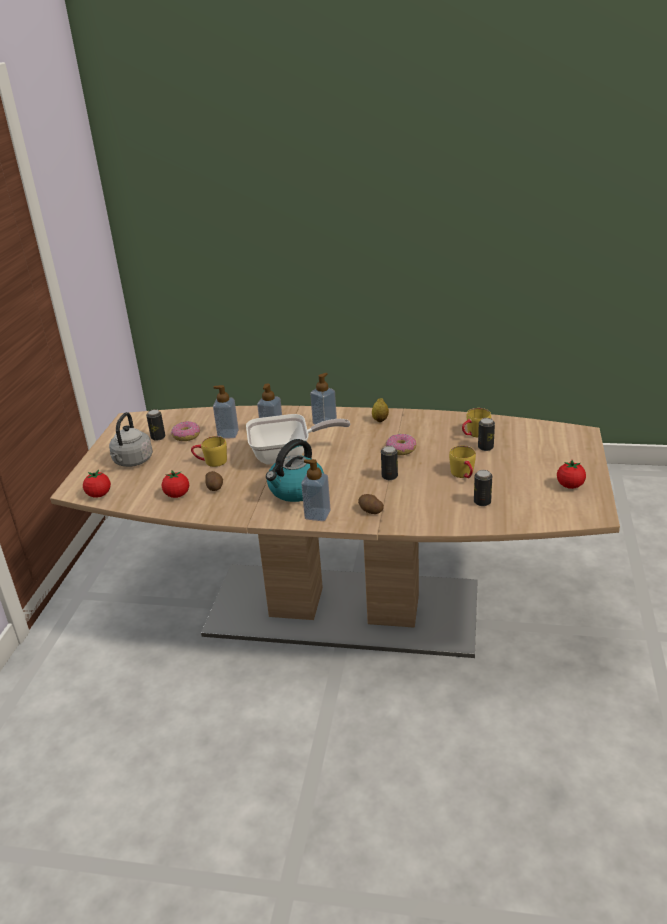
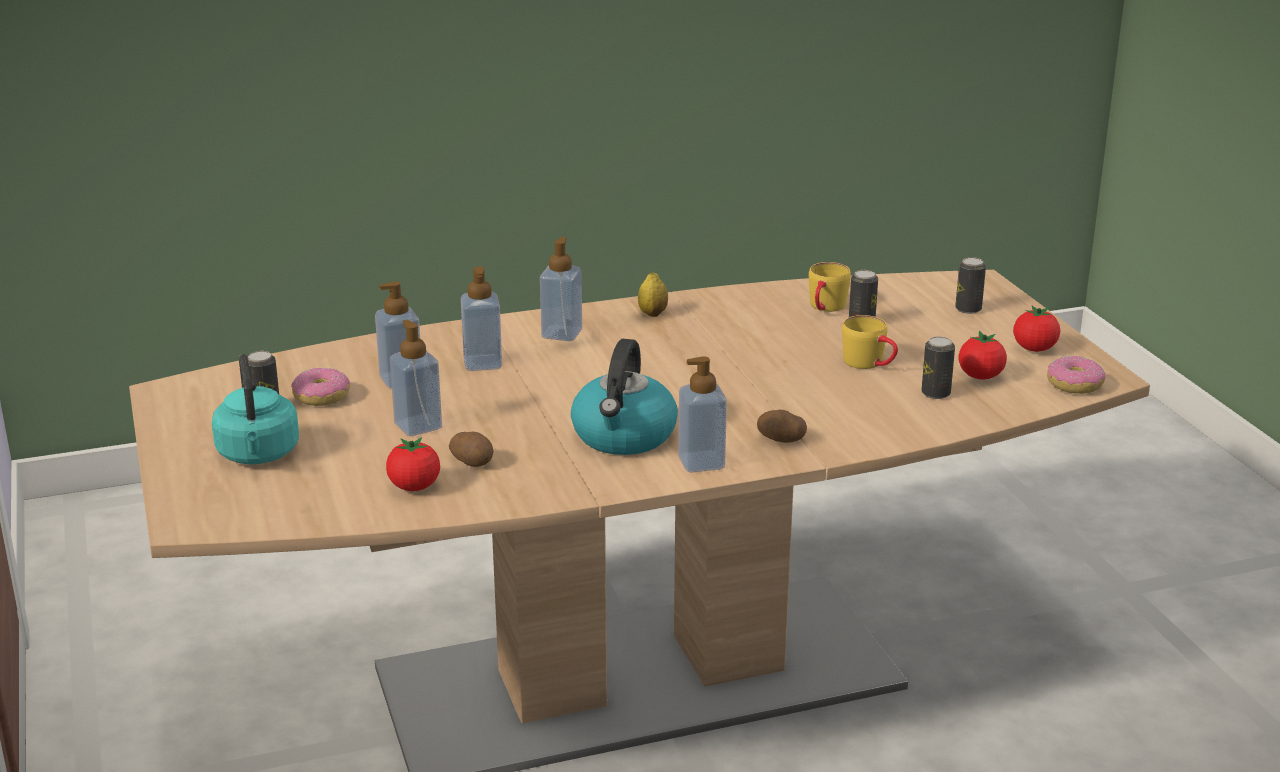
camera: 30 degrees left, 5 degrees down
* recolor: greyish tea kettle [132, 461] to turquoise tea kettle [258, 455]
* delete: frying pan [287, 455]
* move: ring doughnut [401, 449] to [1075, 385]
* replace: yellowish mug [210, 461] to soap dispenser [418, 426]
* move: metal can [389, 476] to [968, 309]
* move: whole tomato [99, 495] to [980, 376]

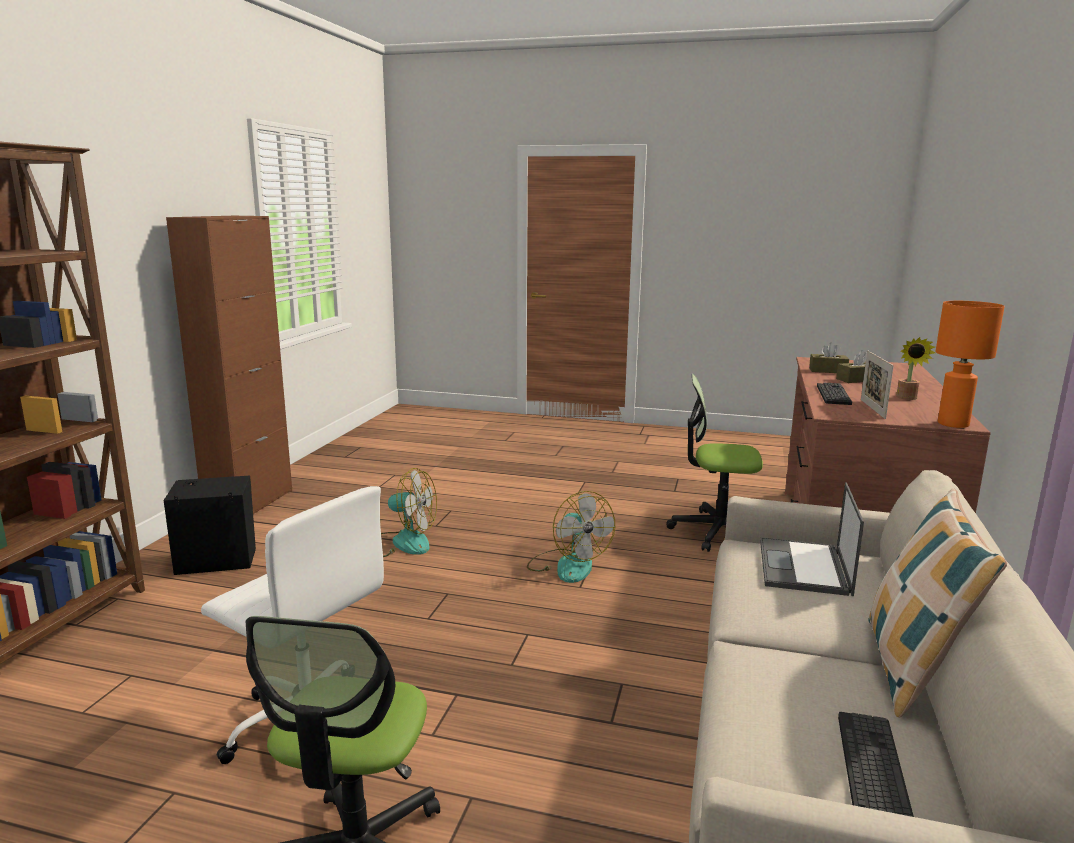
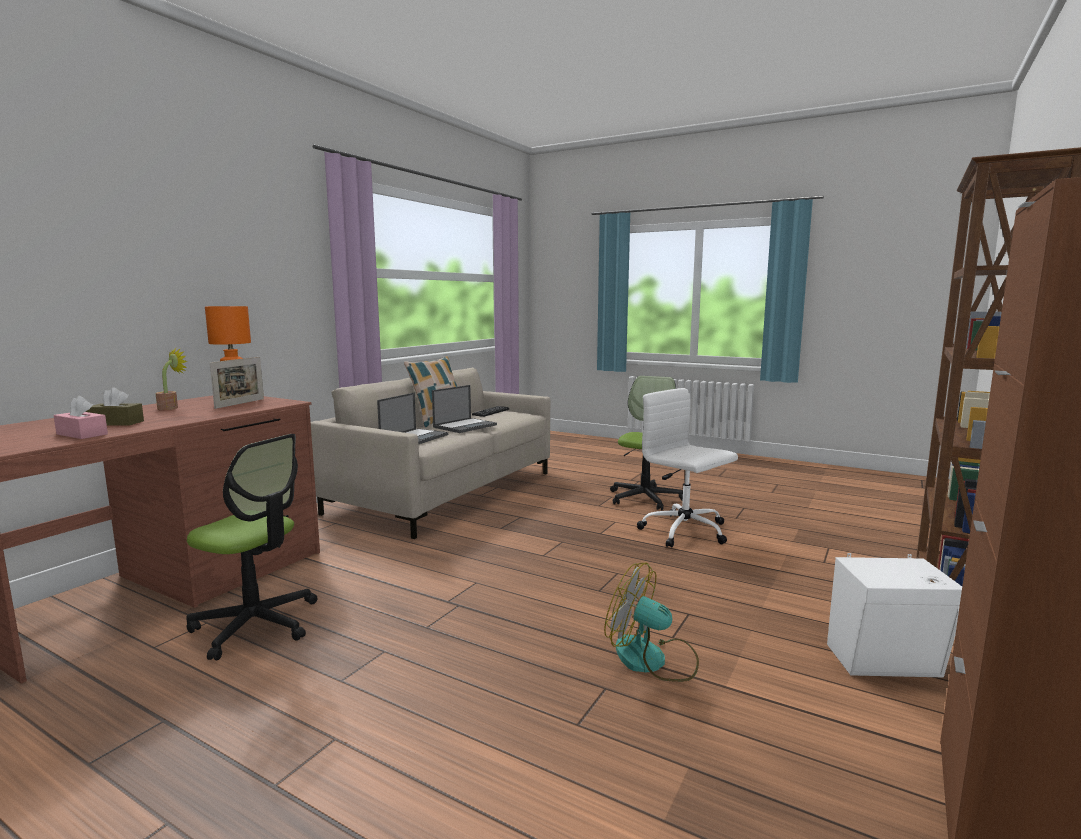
camera: 165 degrees left, 5 degrees down
* recolor: brown-coloured tissue box [828, 371] to pink-coloured tissue box [82, 434]
* delete: computer keyboard [833, 394]
* recolor: black loudspeaker [215, 560] to white-coloured loudspeaker [887, 663]
* delete: electric fan [568, 565]
* insert: notebook computer [465, 426]

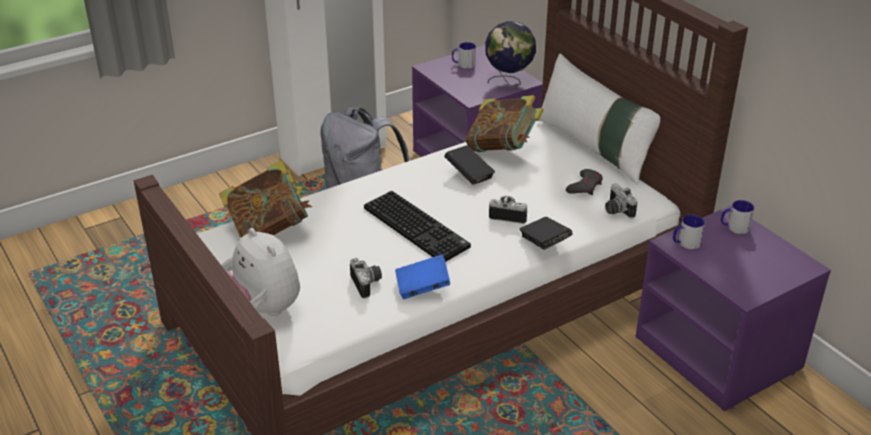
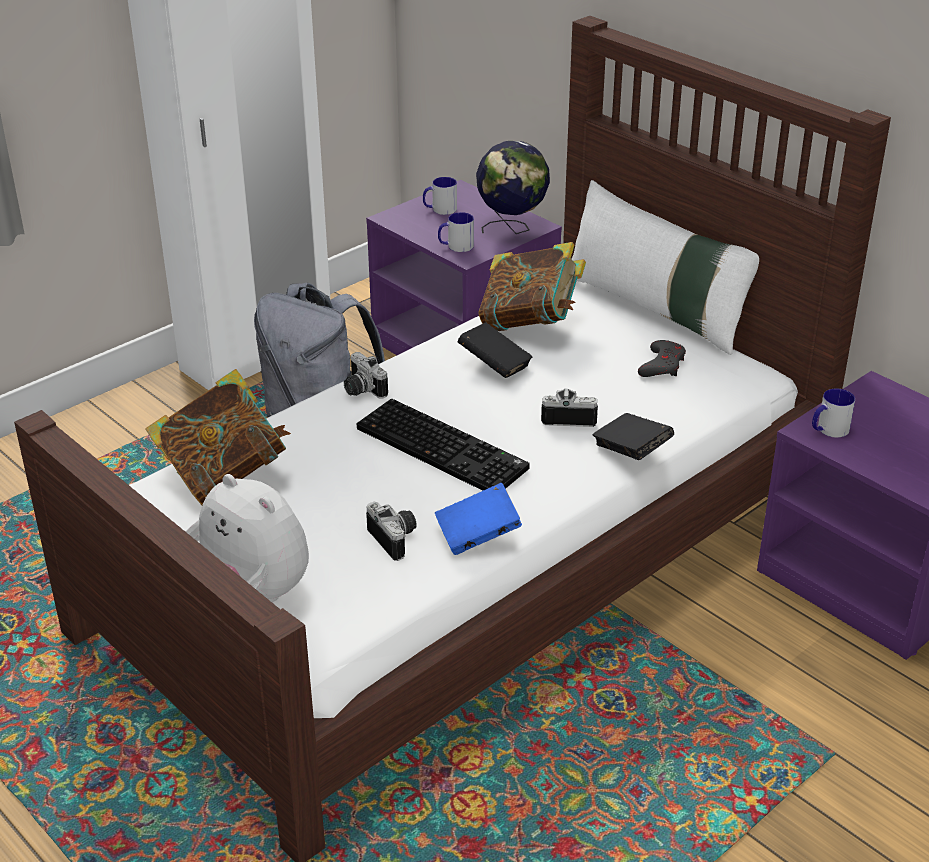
camera: 10 degrees left, 0 degrees up
* move: photo camera [616, 210] to [361, 390]
* move: mug [734, 227] to [455, 246]

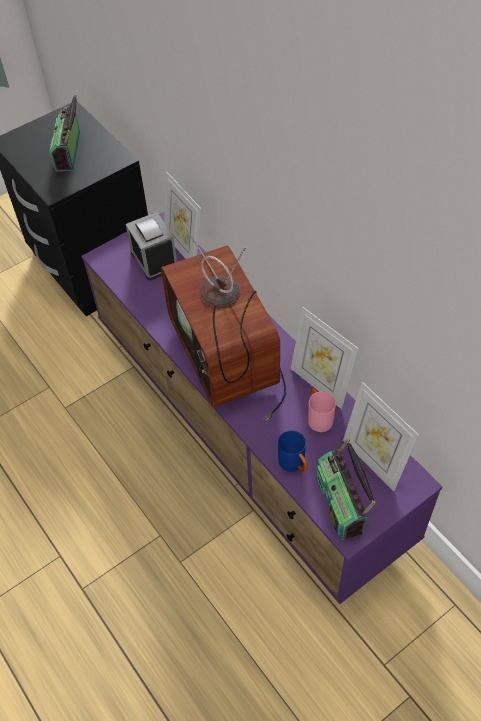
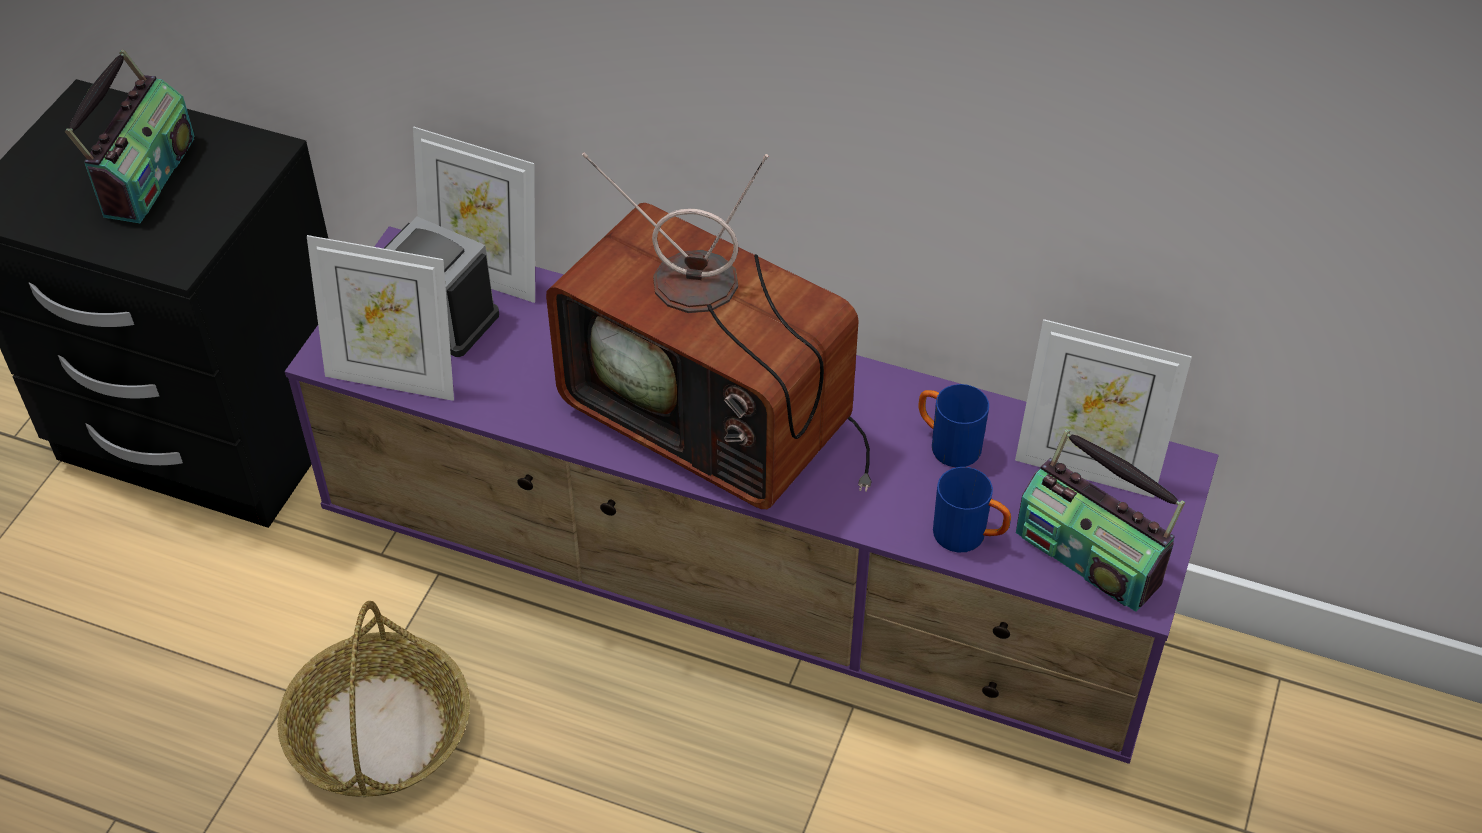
camera: 35 degrees left, 5 degrees down
* rotate: radio set [70, 151] = [146, 175] 135 degrees counterclockwise
* move: picture frame [320, 384] to [394, 378]
* recolor: pink-coloured mug [318, 417] to bluish mug [947, 444]
* insert: household basket [380, 733]

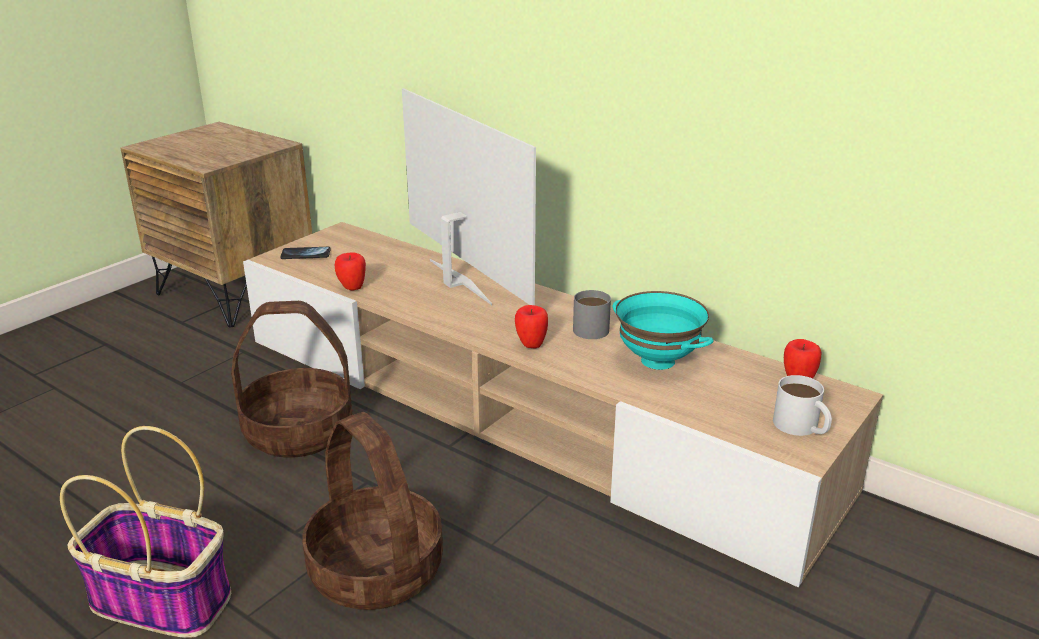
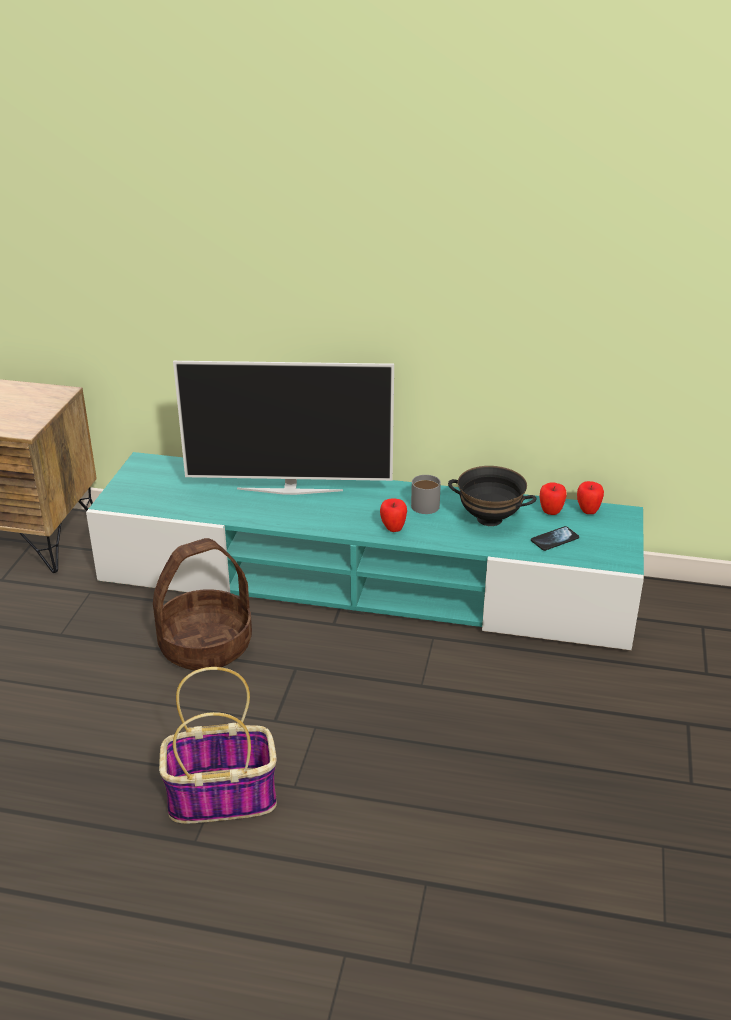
camera: 25 degrees left, 5 degrees up
* rotate: TV [457, 282] = [290, 489] 150 degrees clockwise
* recolor: sand-coloured tv unit [521, 413] to turquoise tv unit [366, 582]
* move: handset [306, 254] to [554, 539]
* move: whole apple [352, 288] to [551, 512]
* recolor: turquoise bowl [657, 361] to black bowl [489, 519]
* delete: white-coloured mug [802, 427]
* delete: household basket [377, 570]

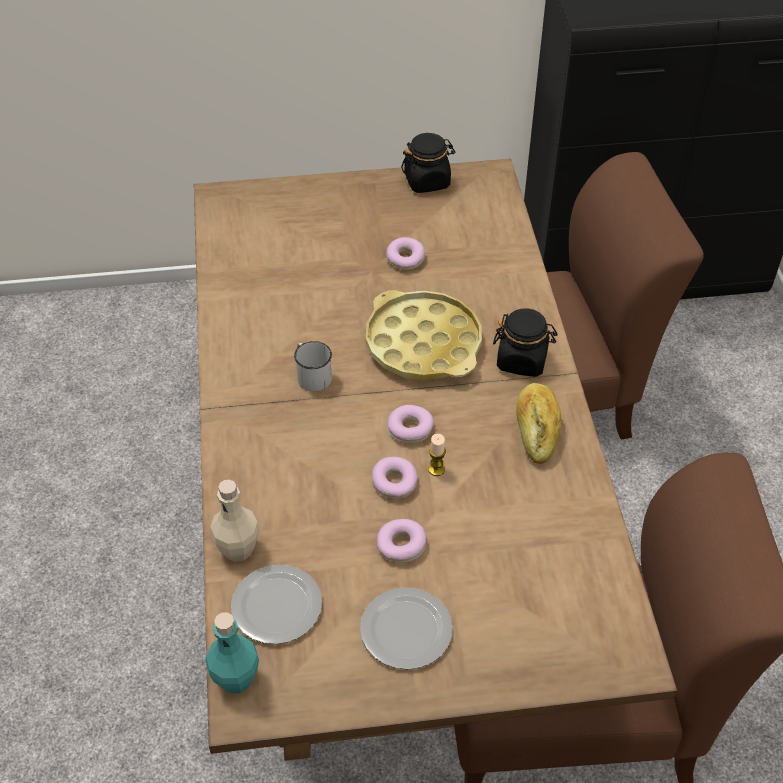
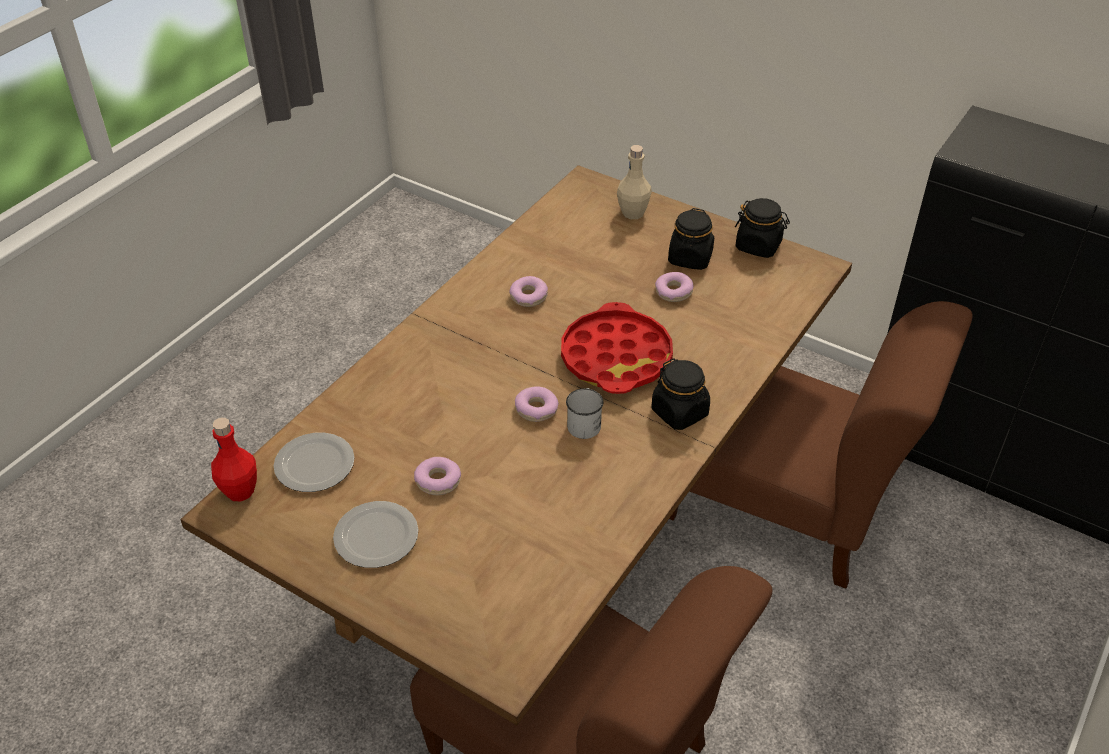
camera: 40 degrees right, 5 degrees down
* recolor: yellowish carrying tray [423, 343] to red-coloured carrying tray [616, 357]
* move: white-coloured mug [311, 375] to [584, 423]
* delete: bread [536, 429]
* delete: candle [436, 469]
* move: ring doughnut [394, 483] to [528, 297]
* move: sand-coloured beverage bottle [238, 549] to [633, 213]
* recolor: turquoise beverage bottle [236, 679] to red-coloured beverage bottle [240, 491]
* insert: black storage jar [690, 258]

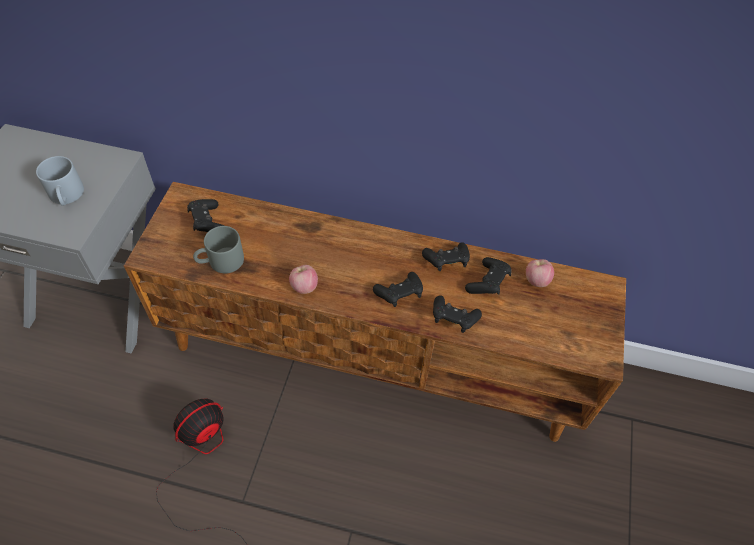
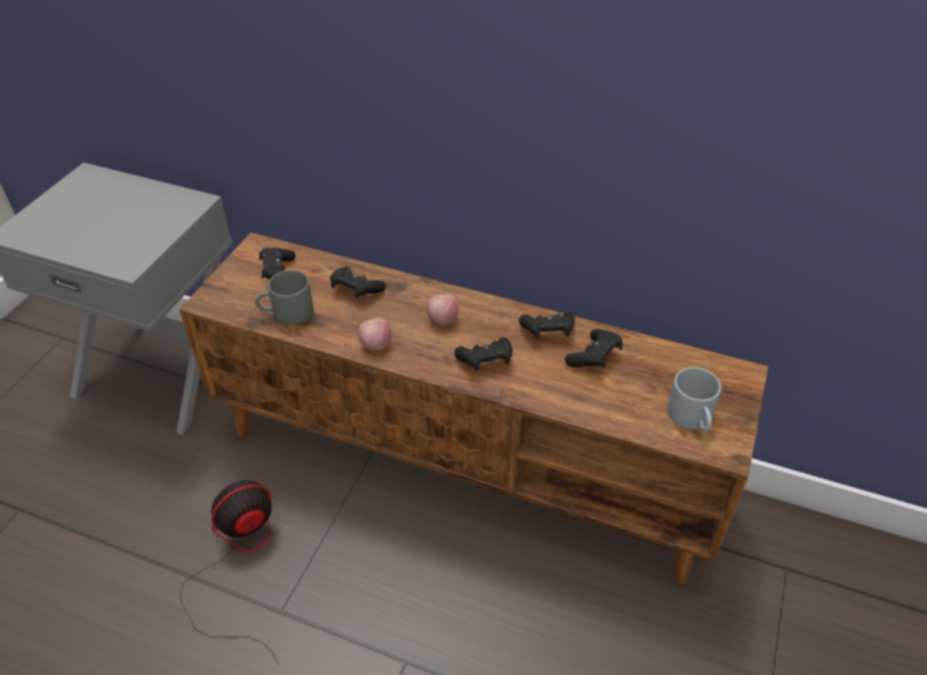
camera: 10 degrees right, 10 degrees down
* move: greyish mug [67, 196] to [693, 418]
* move: whole apple [536, 280] to [443, 320]
* move: black gamepad [453, 319] to [356, 290]

